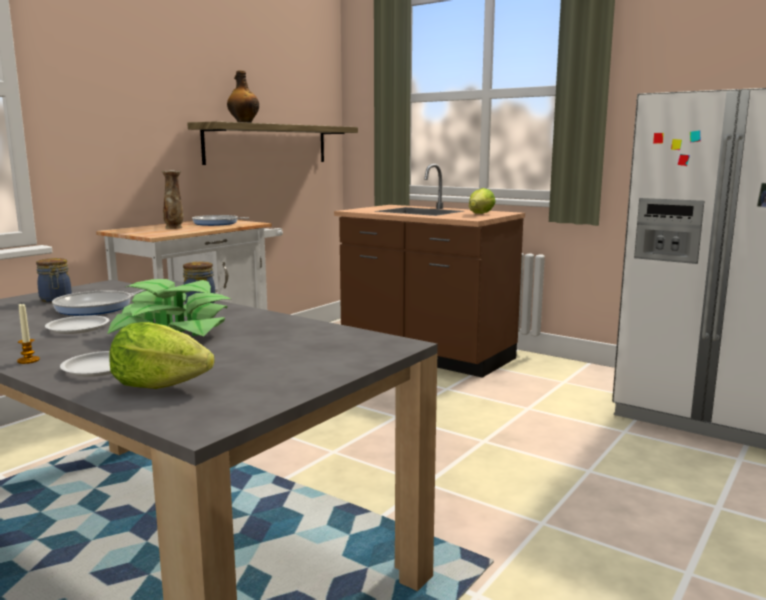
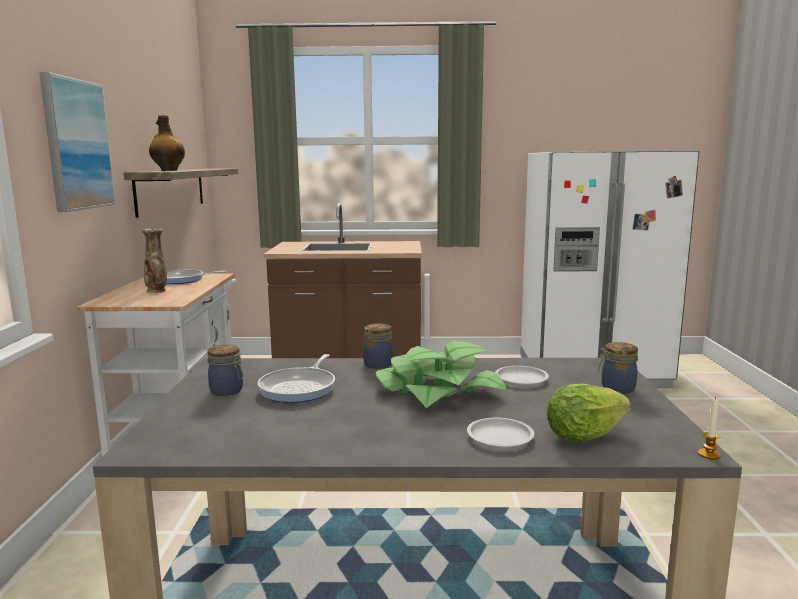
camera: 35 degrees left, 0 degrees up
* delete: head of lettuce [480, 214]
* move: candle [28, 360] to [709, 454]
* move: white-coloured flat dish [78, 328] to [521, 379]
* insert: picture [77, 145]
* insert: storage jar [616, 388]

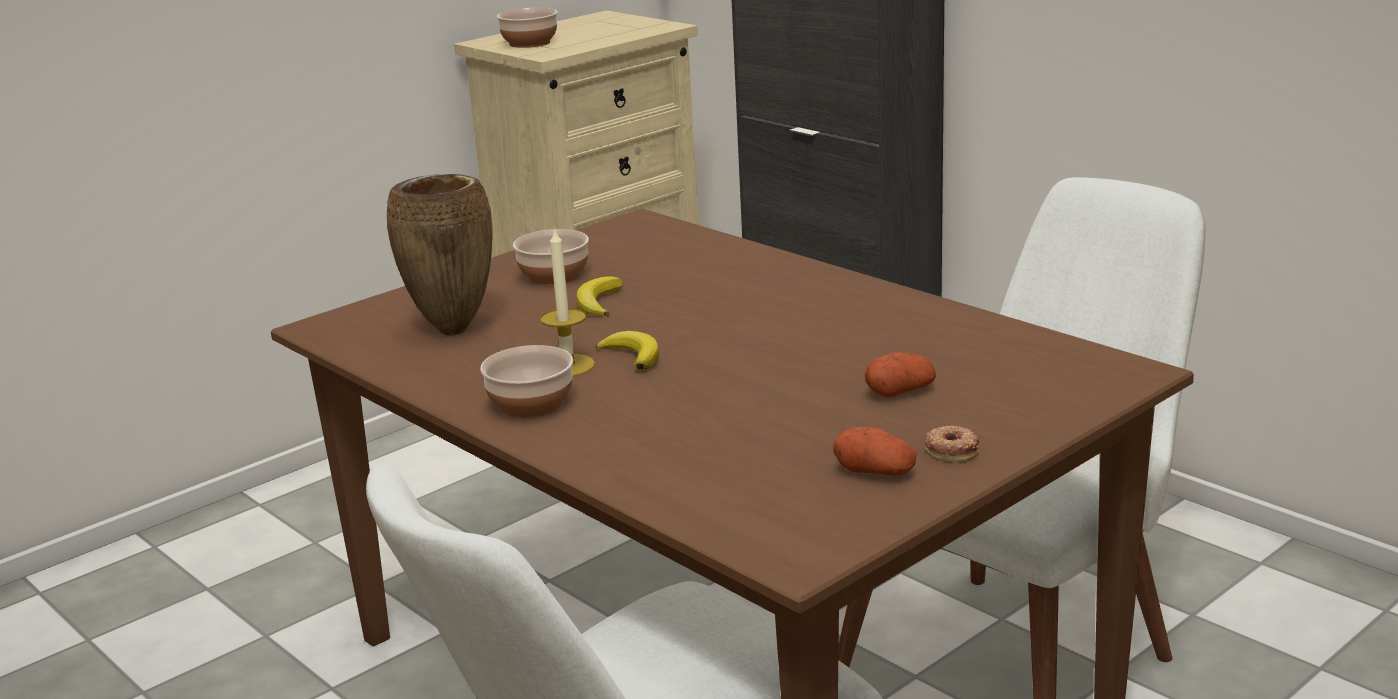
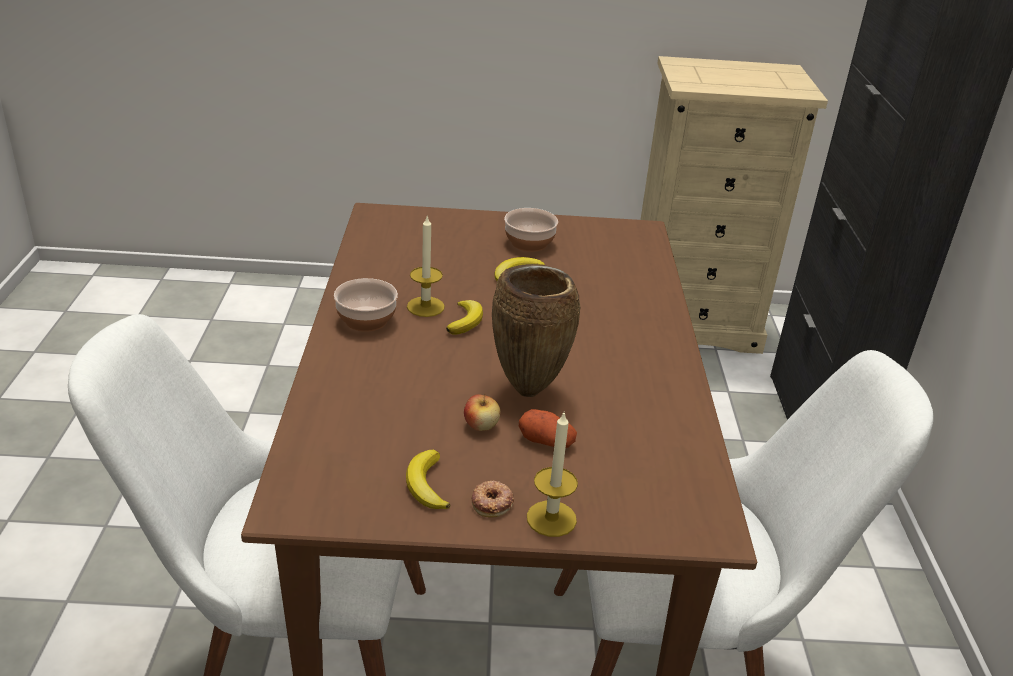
camera: 40 degrees right, 10 degrees up
* delete: bowl [530, 43]
* move: brown-coloured decorative vase [453, 330] to [529, 390]
* replace: potato [875, 471] to banana fruit [426, 485]
* insert: whole apple [481, 426]
* insert: candle [551, 518]

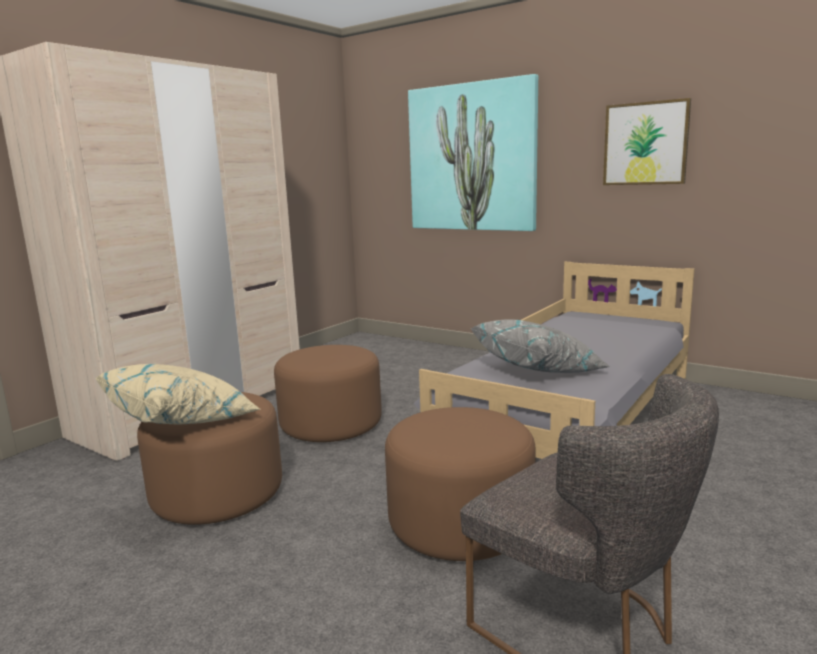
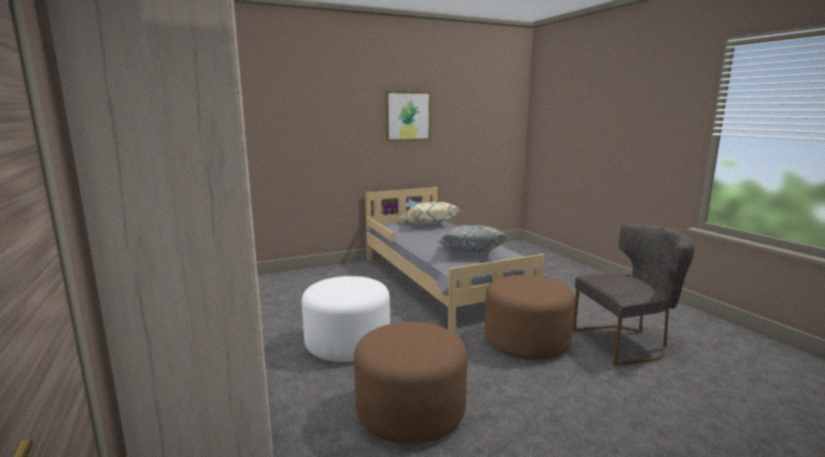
camera: 60 degrees left, 0 degrees up
* delete: picture [472, 158]
* recolor: brown-coloured ottoman [331, 424] to white-coloured ottoman [348, 343]
* move: sand-coloured cushion [183, 420] to [428, 225]

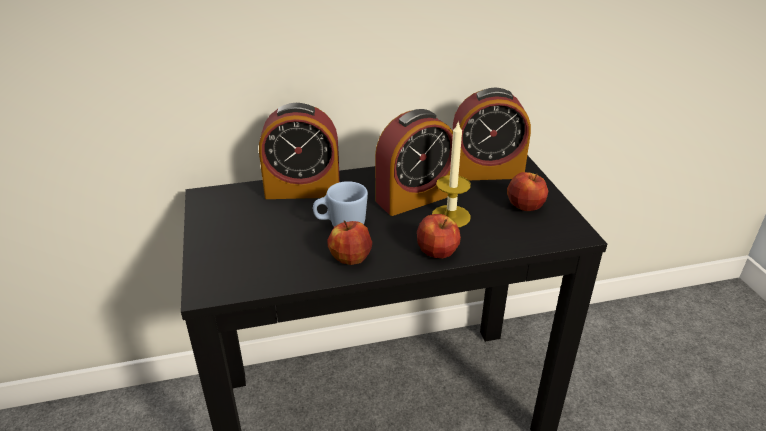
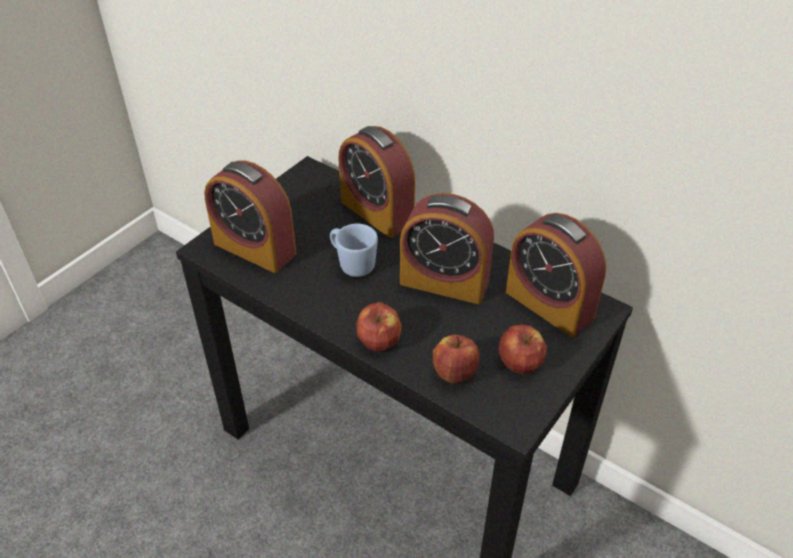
camera: 50 degrees right, 10 degrees up
* delete: candle [451, 216]
* move: whole apple [350, 259] to [454, 373]
* insert: alarm clock [255, 248]

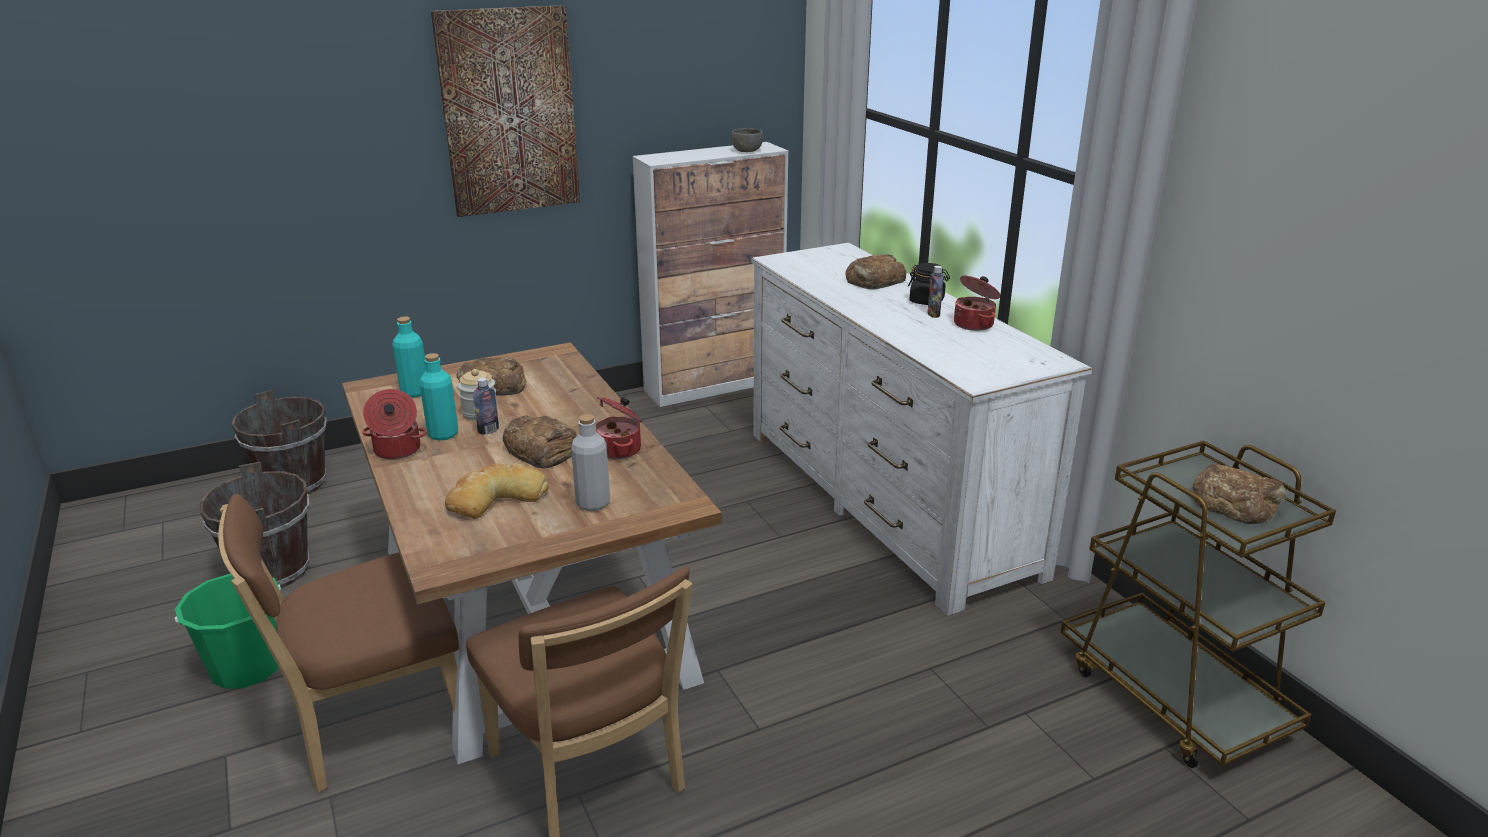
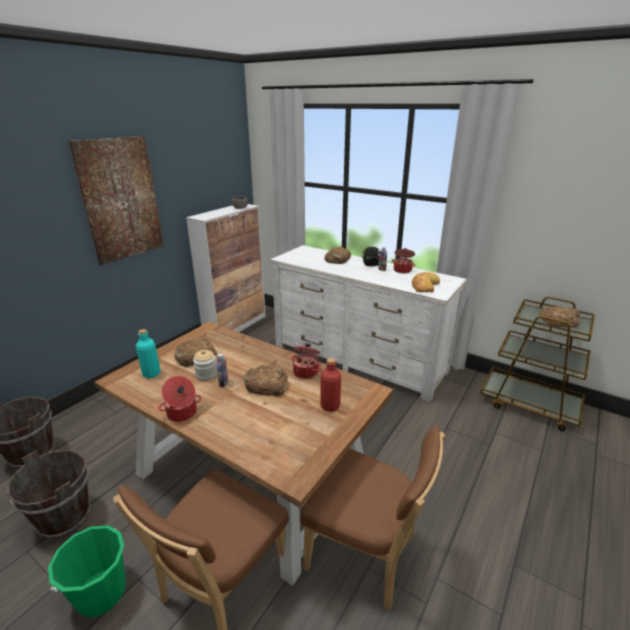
camera: 30 degrees left, 0 degrees up
* delete: turquoise beverage bottle [443, 434]
* recolor: greyish beverage bottle [593, 503] to red-coloured beverage bottle [330, 406]
* move: bread [495, 497] to [424, 286]

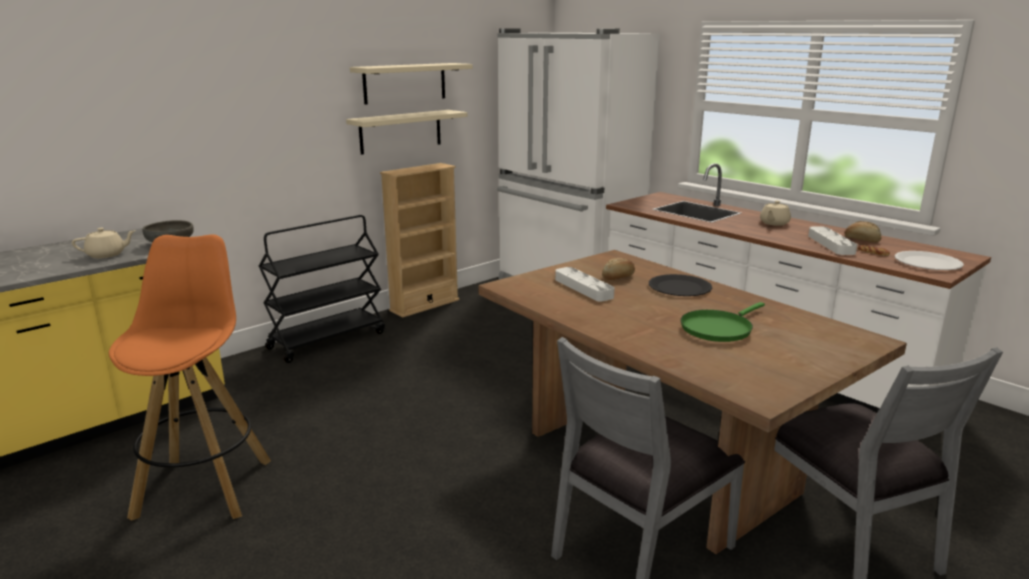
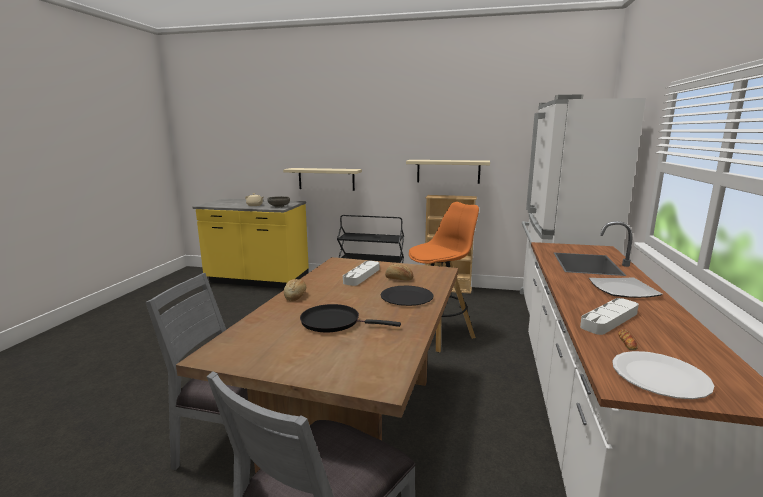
camera: 55 degrees right, 5 degrees down
* move: sand-coloured bracket shelf [405, 83] to [326, 179]
* replace: sand-coloured pot for tea [774, 223] to flat dish [622, 290]
* move: bread [862, 239] to [295, 296]
* move: orangey sitting stool [205, 487] to [439, 334]
* recolor: green-coloured frying pan [718, 328] to black frying pan [334, 322]

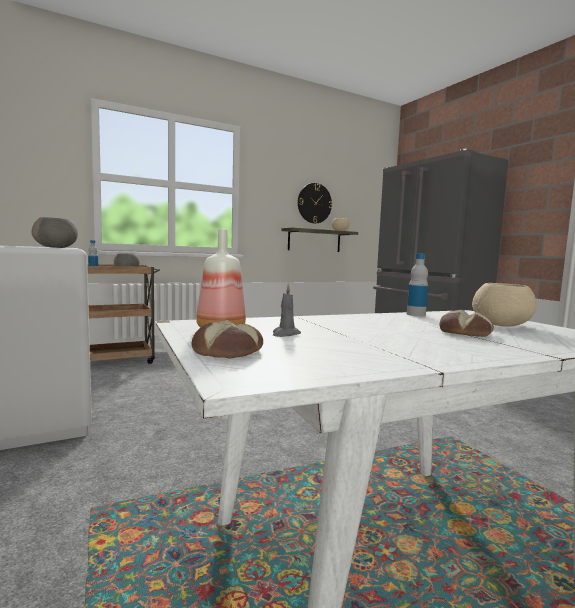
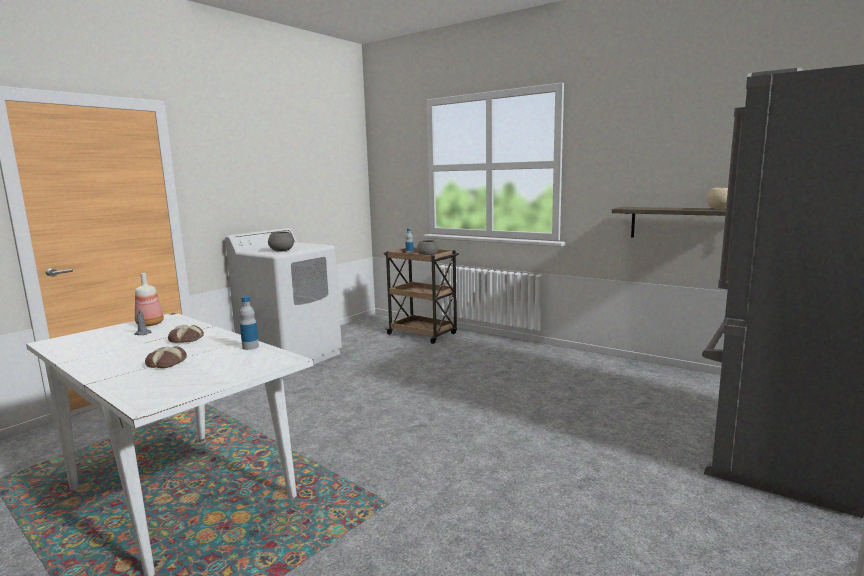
camera: 65 degrees right, 5 degrees up
* delete: clock on the wall [314, 203]
* delete: sand-coloured bowl [502, 325]
* move: bread [229, 351] to [185, 339]

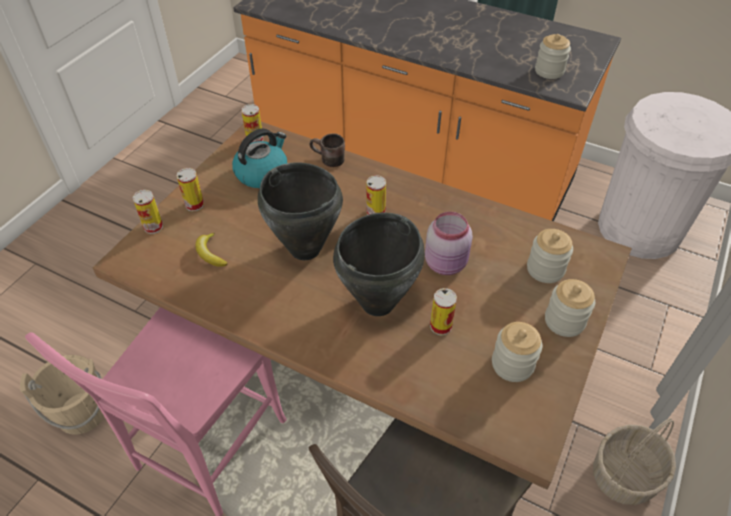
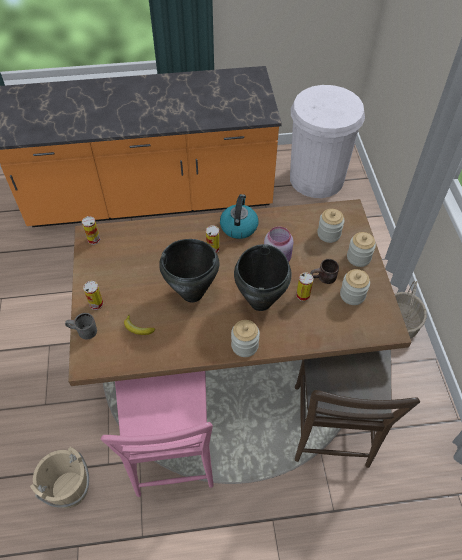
camera: 35 degrees left, 5 degrees up
* move: storage jar [549, 71] to [244, 345]
* move: tea kettle [262, 173] to [238, 226]
* move: brown-coloured mug [327, 160] to [323, 279]
* replace: metal can [153, 226] to greyish mug [83, 333]

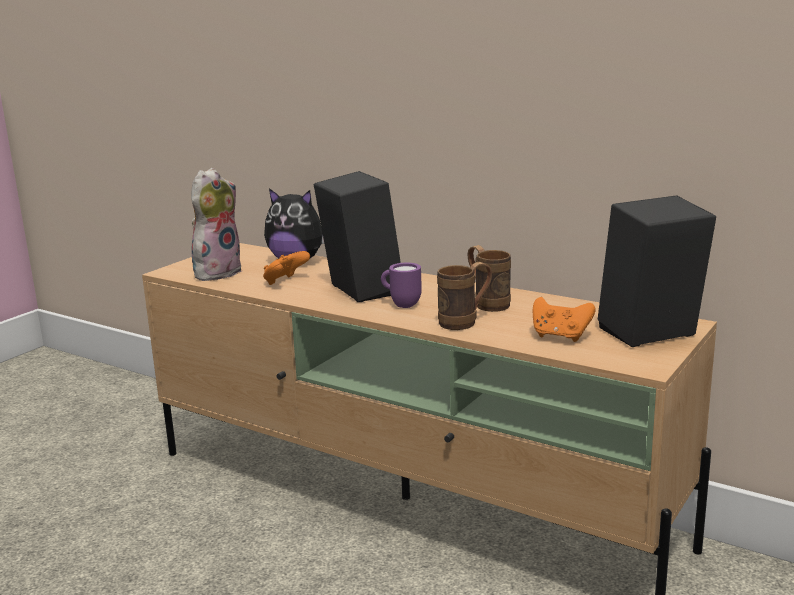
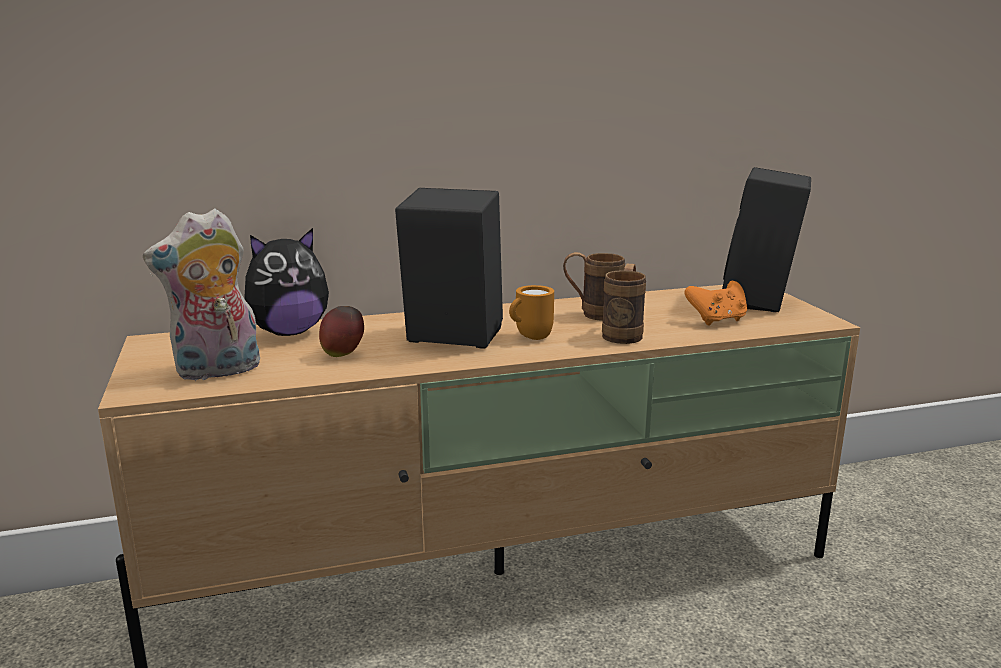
camera: 50 degrees left, 0 degrees up
* rotate: soft toy [217, 272] = [217, 371] 105 degrees counterclockwise
* replace: orangey gamepad [285, 282] to whole apple [343, 355]
* recolor: purple-coloured mug [401, 305] to orangey mug [529, 338]

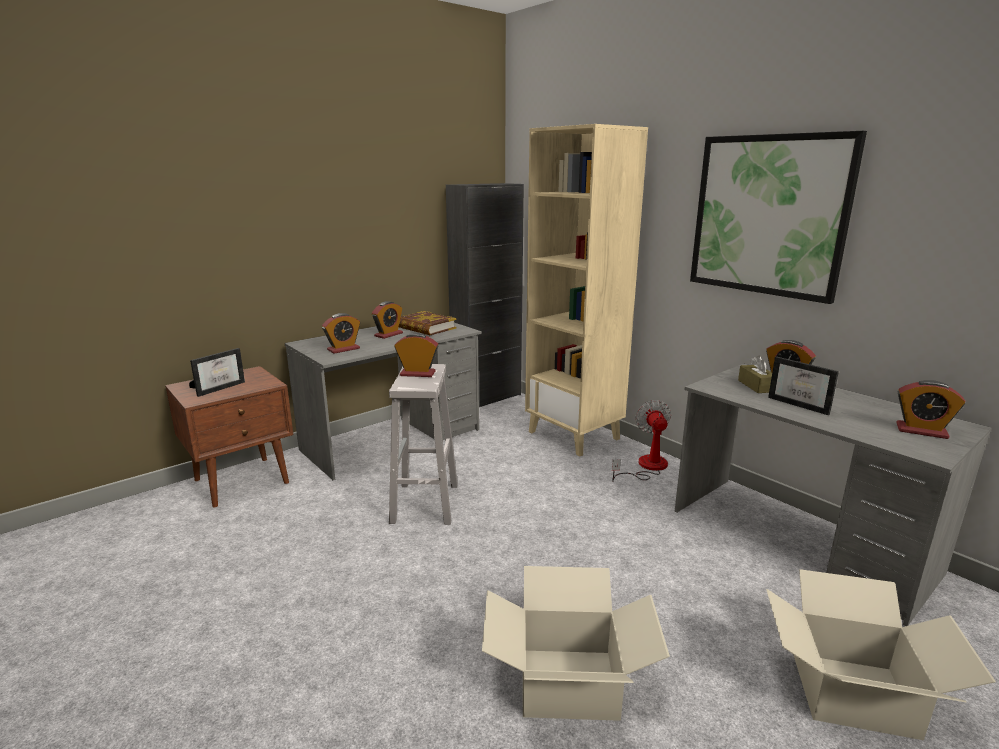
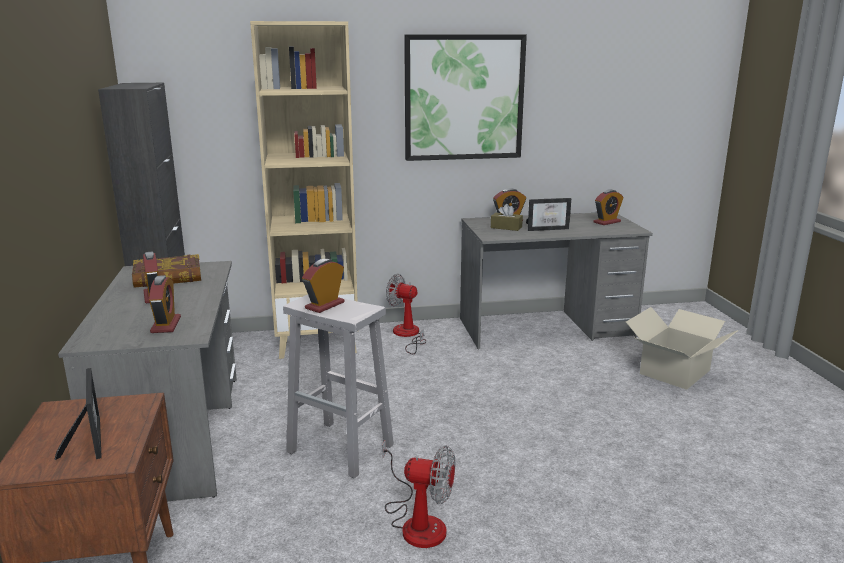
camera: 60 degrees left, 0 degrees up
* delete: carton [568, 684]
* insert: electric fan [417, 522]

